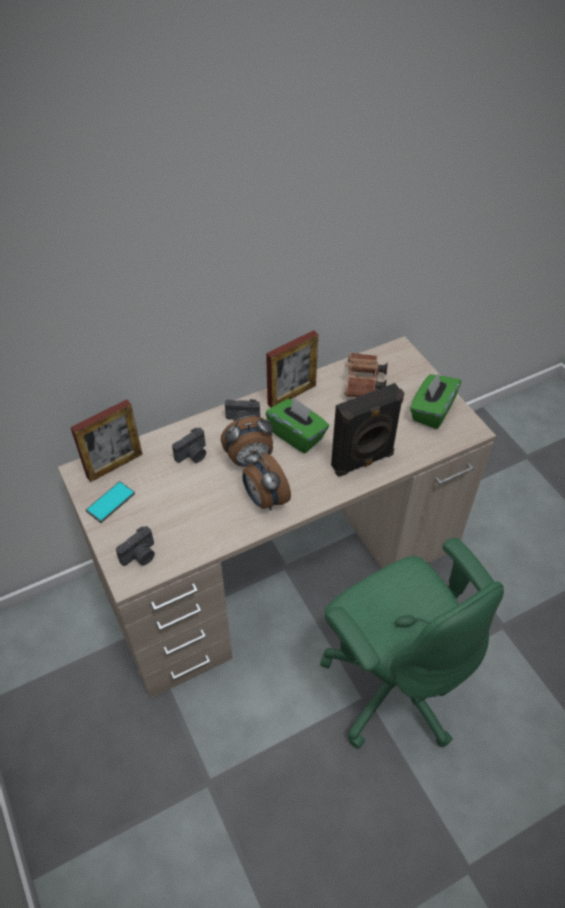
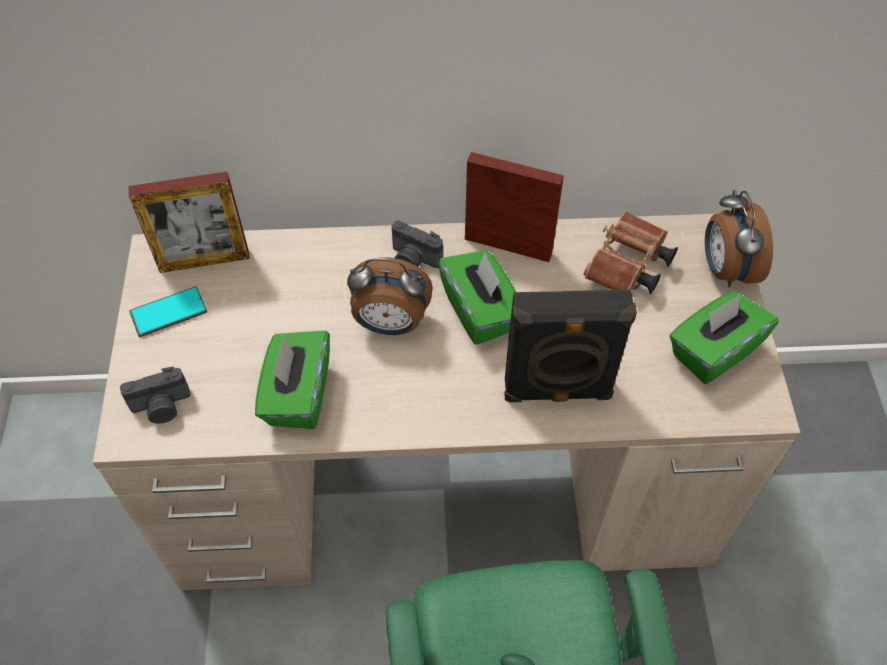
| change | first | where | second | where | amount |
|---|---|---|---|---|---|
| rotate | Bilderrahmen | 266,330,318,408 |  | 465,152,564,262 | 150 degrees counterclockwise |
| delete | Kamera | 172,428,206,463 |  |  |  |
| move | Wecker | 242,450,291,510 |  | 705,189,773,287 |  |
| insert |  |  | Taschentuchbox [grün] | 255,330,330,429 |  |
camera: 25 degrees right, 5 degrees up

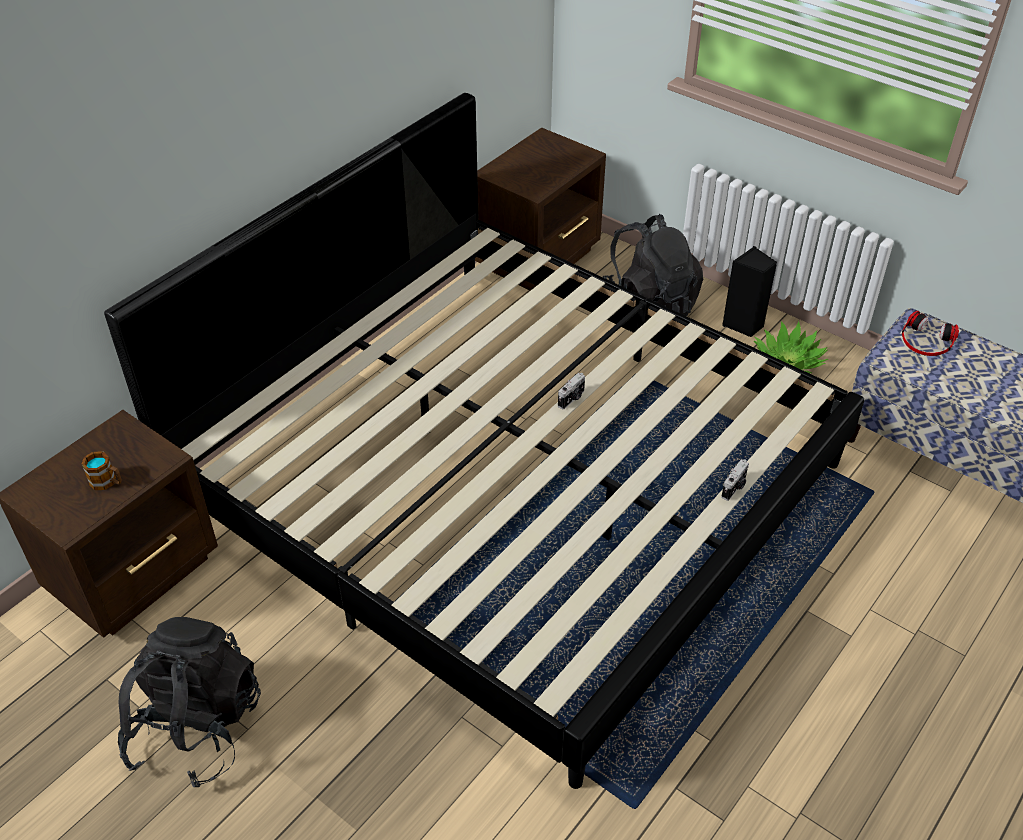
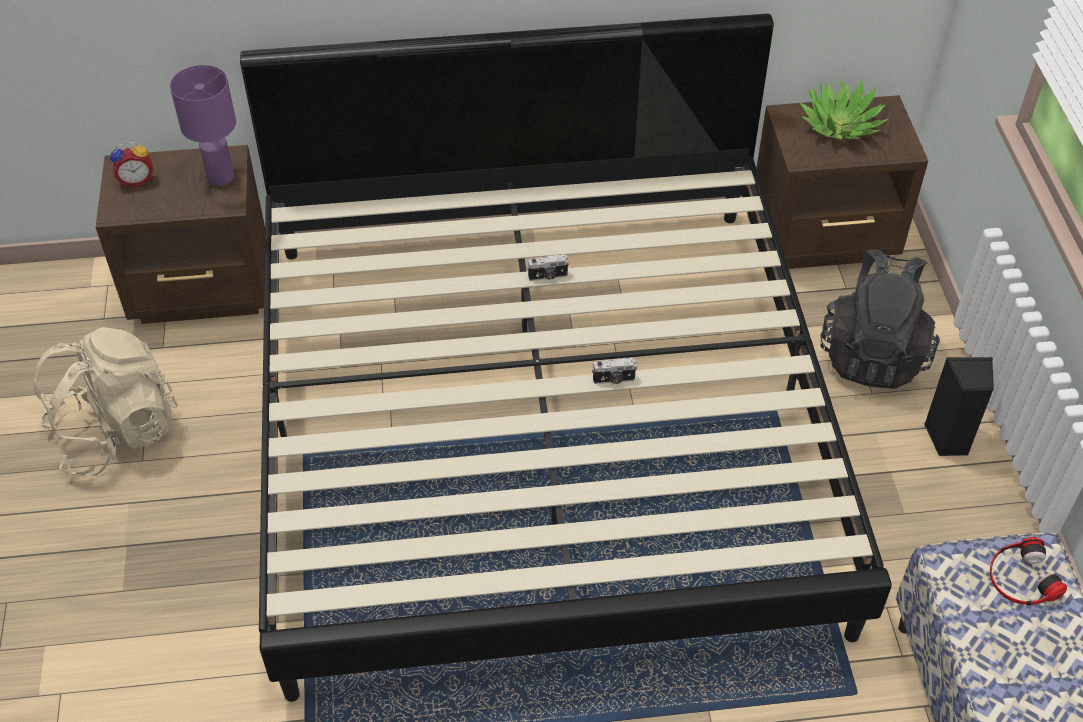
| change | first | where | second | where | amount |
|---|---|---|---|---|---|
| move | Topfpflanze | 754,321,828,373 |  | 799,79,889,140 |  |
| delete | Henkelbecher | 81,452,122,490 |  |  |  |
| move | Kamera | 721,459,749,501 |  | 527,254,569,281 |  |
| recolor | Rucksack [schwarz] | 118,617,261,787 | Rucksack [beige] | 33,327,178,476 |  |
| insert |  |  | Tischlampe [lila] | 170,65,236,186 |  |
| insert |  |  | Wecker | 110,142,153,187 |  |
camera: 45 degrees right, 5 degrees up

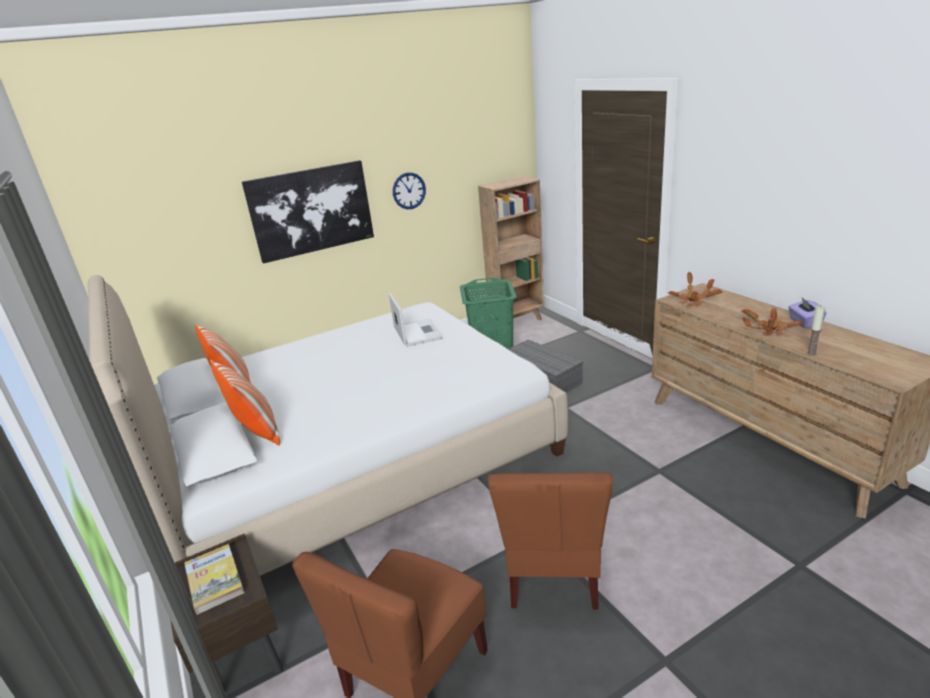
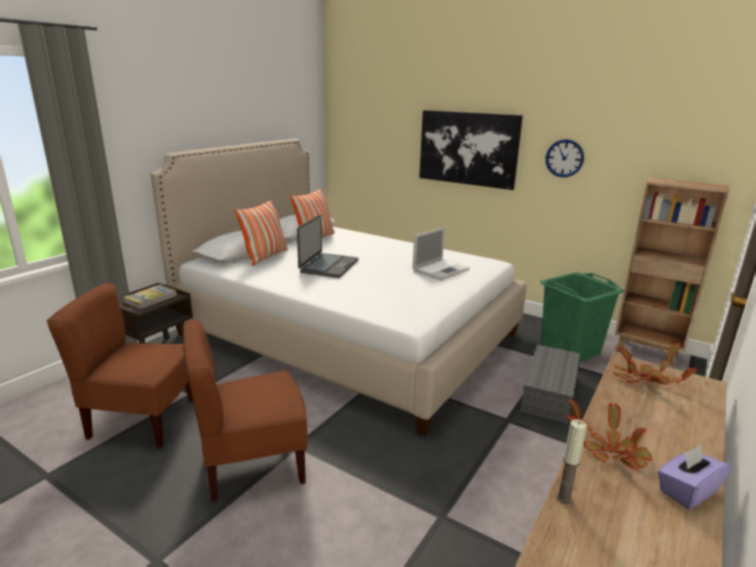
| change | first | where | second | where | amount |
|---|---|---|---|---|---|
| insert |  |  | Laptop | 297,215,358,278 |  |
camera: 60 degrees right, 5 degrees down

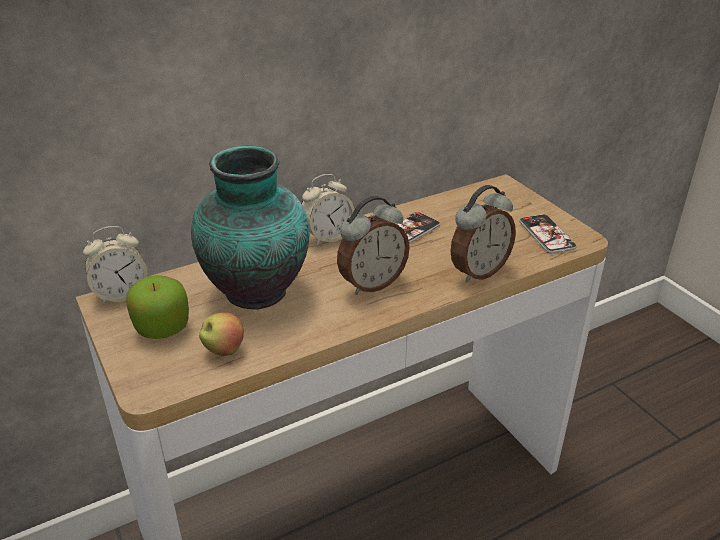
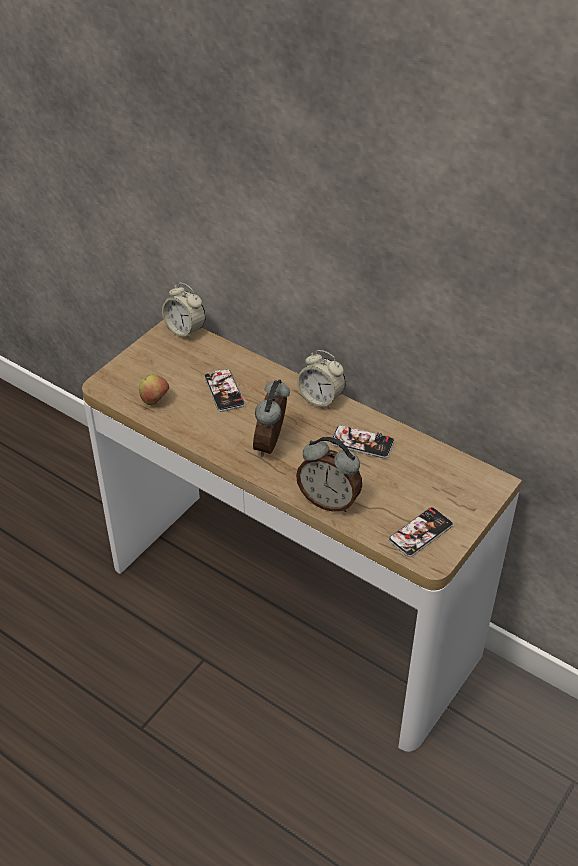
| change | first | where | second | where | amount |
|---|---|---|---|---|---|
| replace | Vase | 191,145,309,310 | Handy | 204,369,245,412 |  |
| rotate | Wecker | 337,196,410,295 |  | 253,379,290,457 | 75 degrees clockwise |
| delete | Apfel | 126,275,189,339 |  |  |  |
camera: 65 degrees right, 10 degrees up

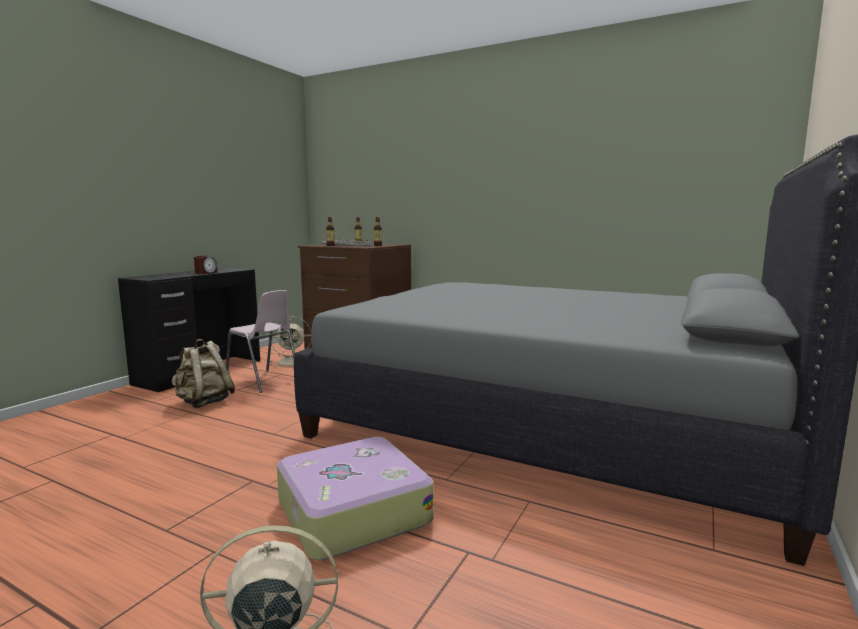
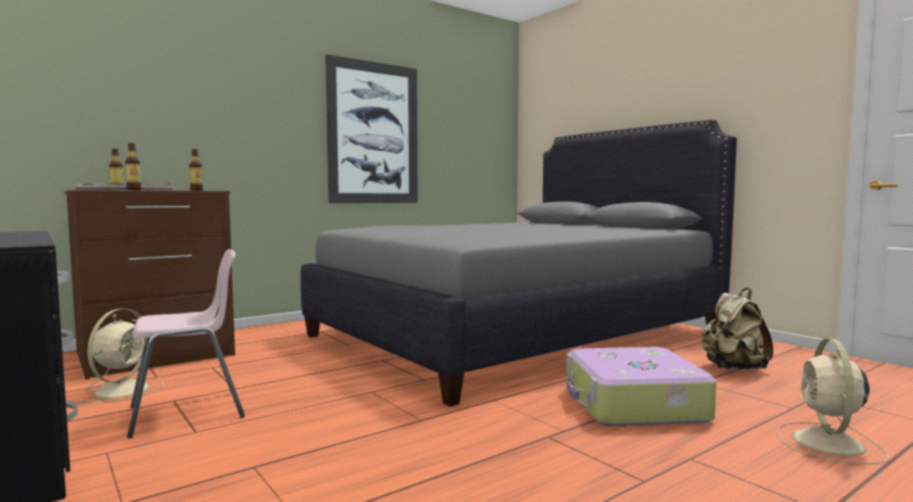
| change | first | where | second | where | amount |
|---|---|---|---|---|---|
| delete | Wecker | 194,255,218,274 |  |  |  |
| move | Rucksack [beige] | 172,339,235,408 |  | 702,288,773,370 |  |
| insert |  |  | Bild | 325,54,418,203 |  |
camera: 65 degrees left, 5 degrees down

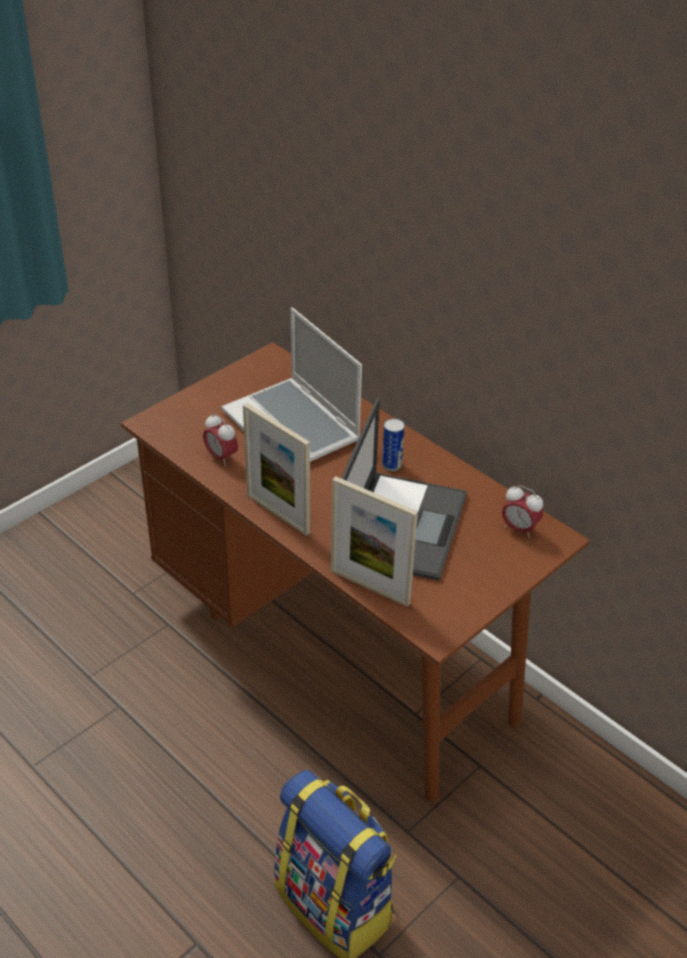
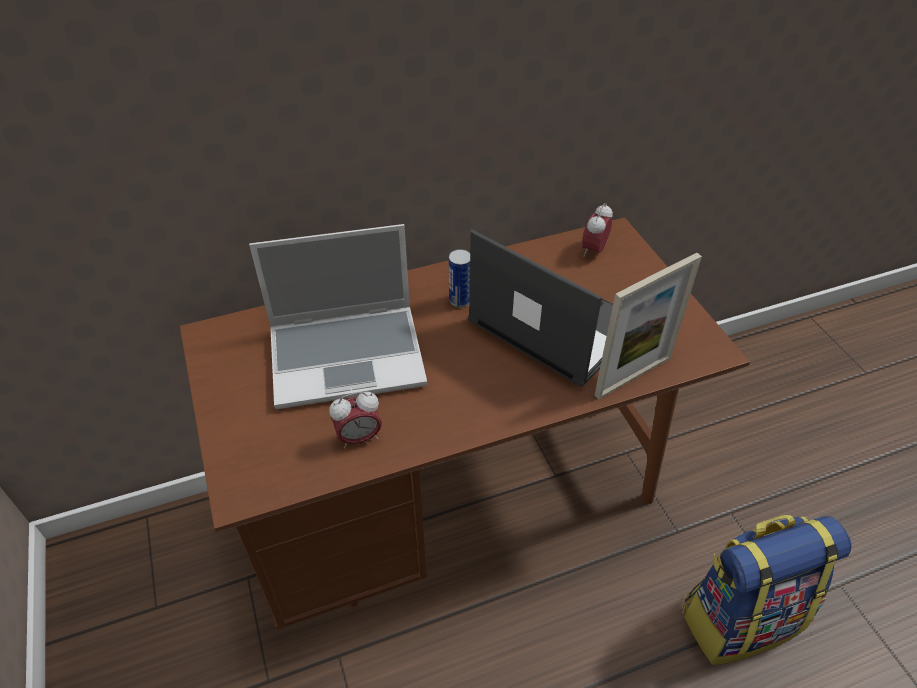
| change | first | where | second | where | amount |
|---|---|---|---|---|---|
| delete | Bilderrahmen | 243,403,310,536 |  |  |  |
| rotate | Wecker | 502,485,543,538 |  | 582,203,613,257 | 150 degrees clockwise |
camera: 65 degrees left, 5 degrees up

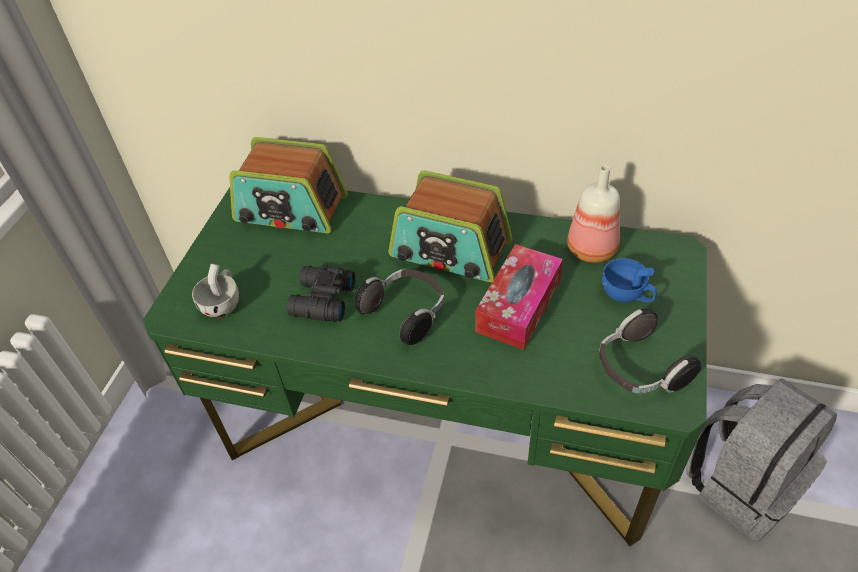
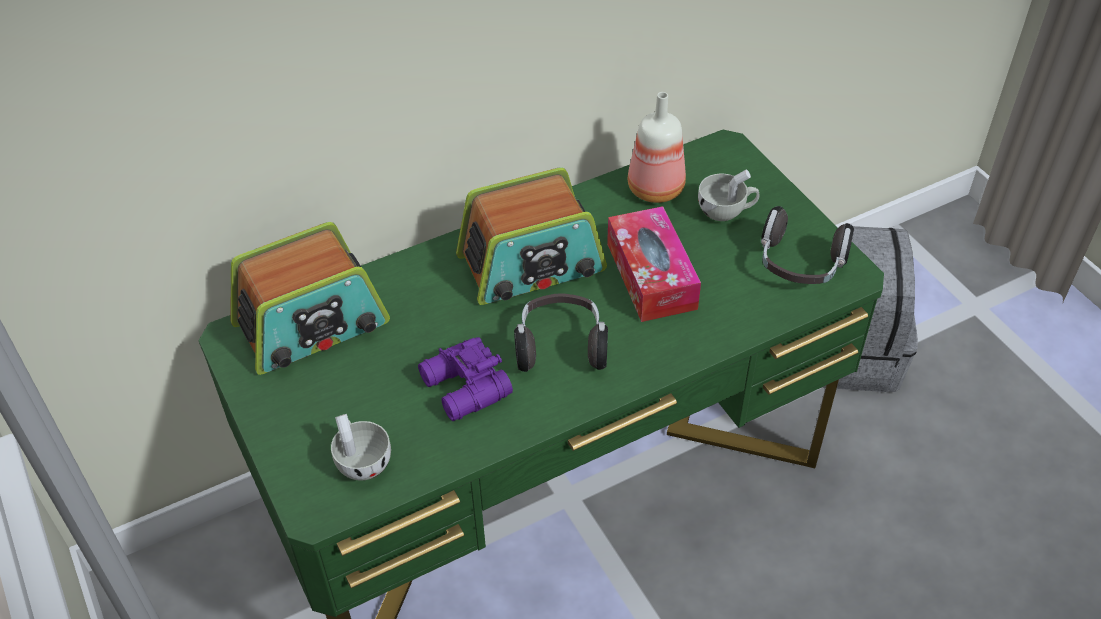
| change | first | where | second | where | amount |
|---|---|---|---|---|---|
| recolor | Tasse [blau] | 602,258,657,303 | Tasse [weiß] | 698,170,760,221 |  |
| recolor | Fernglas [schwarz] | 287,265,355,322 | Fernglas [lila] | 418,337,513,421 |  |
camera: 45 degrees left, 0 degrees up

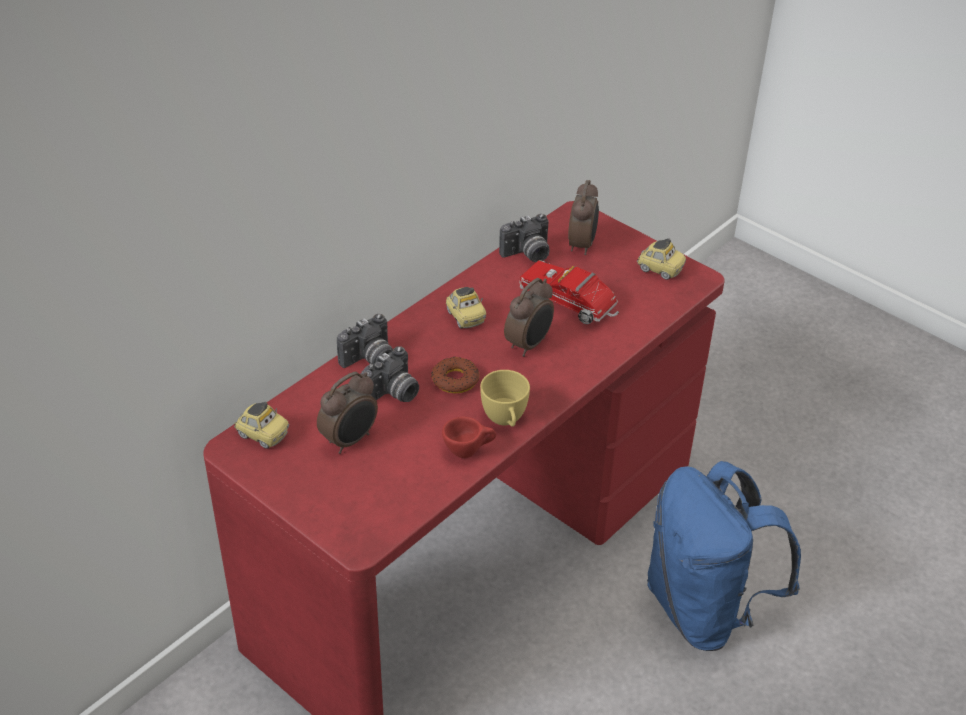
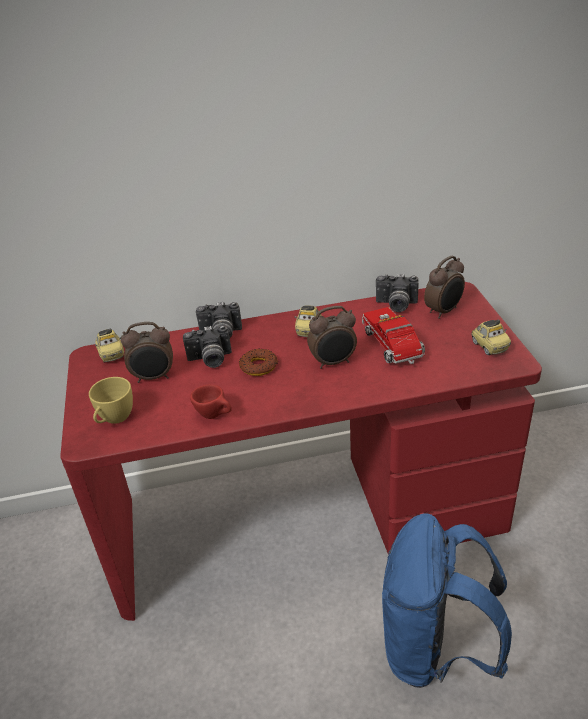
| change | first | where | second | where | amount |
|---|---|---|---|---|---|
| move | Tasse [gelb] | 480,370,530,427 |  | 89,377,133,424 |  |
camera: 40 degrees right, 5 degrees down

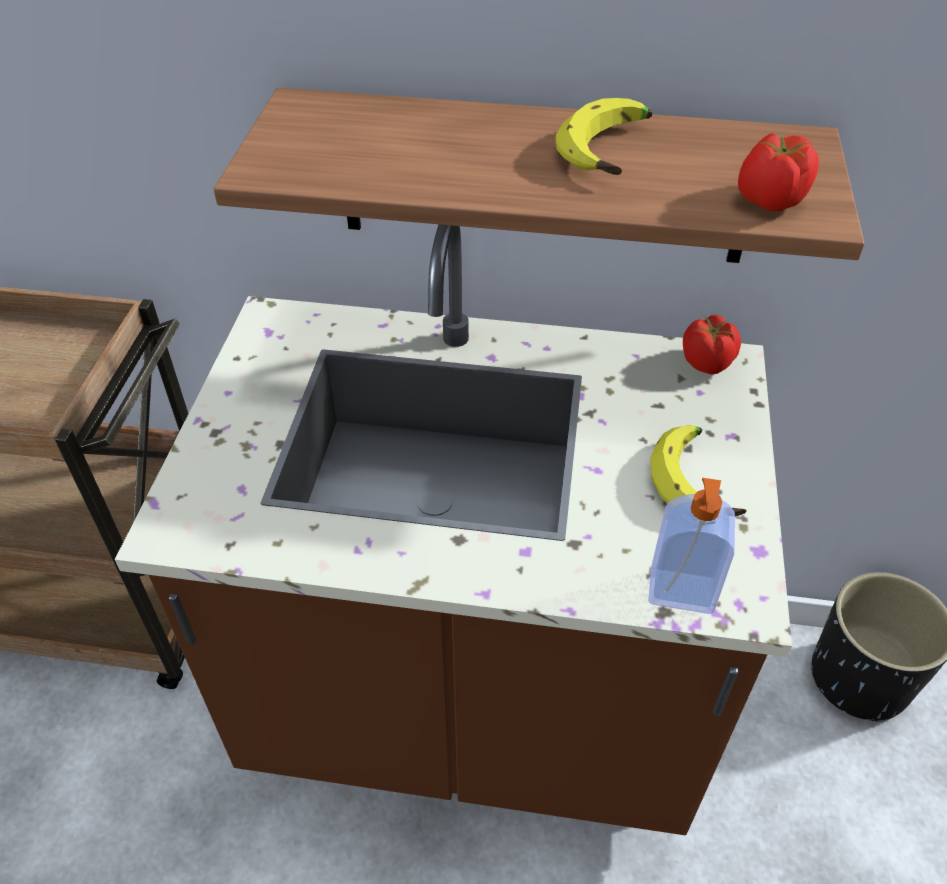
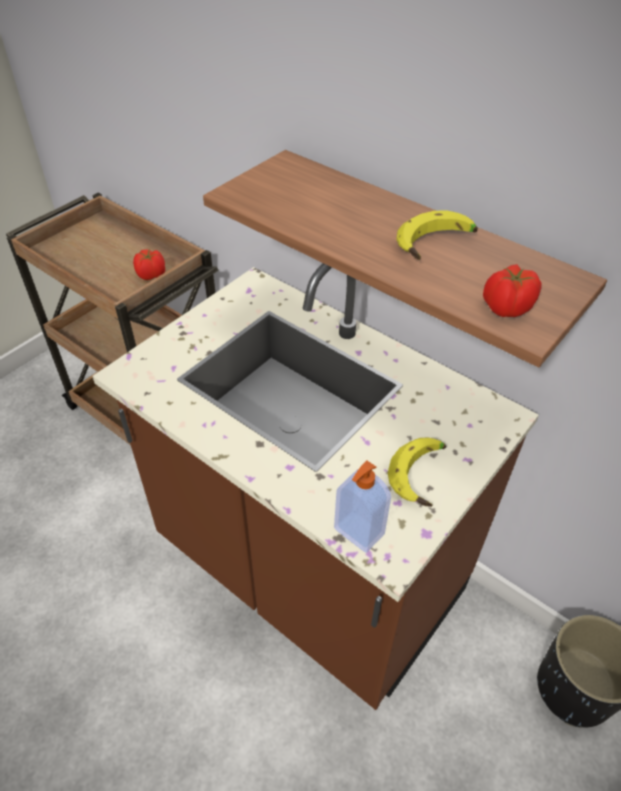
| change | first | where | second | where | amount |
|---|---|---|---|---|---|
| move | Tomate | 683,315,741,375 |  | 133,249,165,280 |  |
camera: 30 degrees right, 0 degrees up

